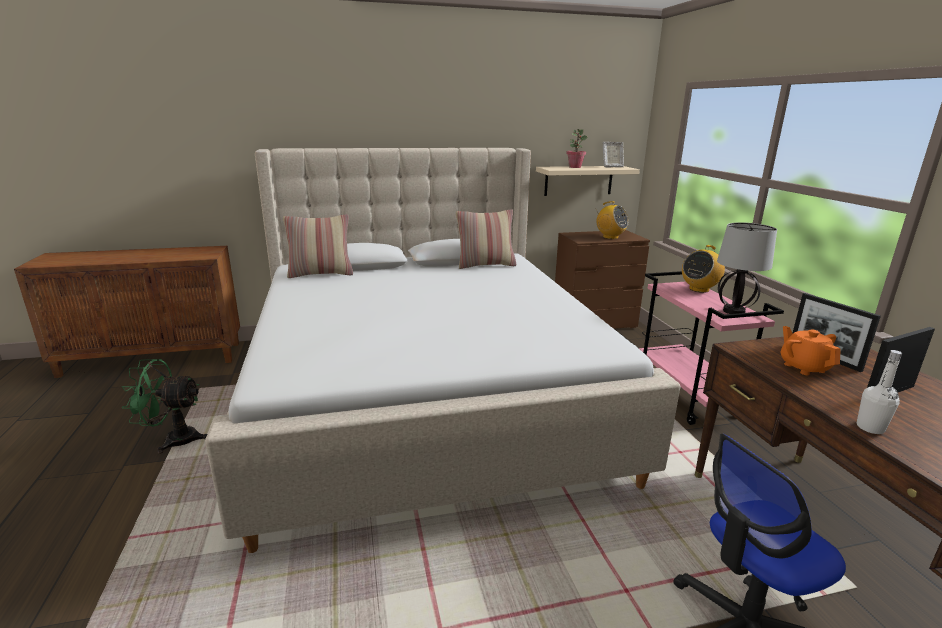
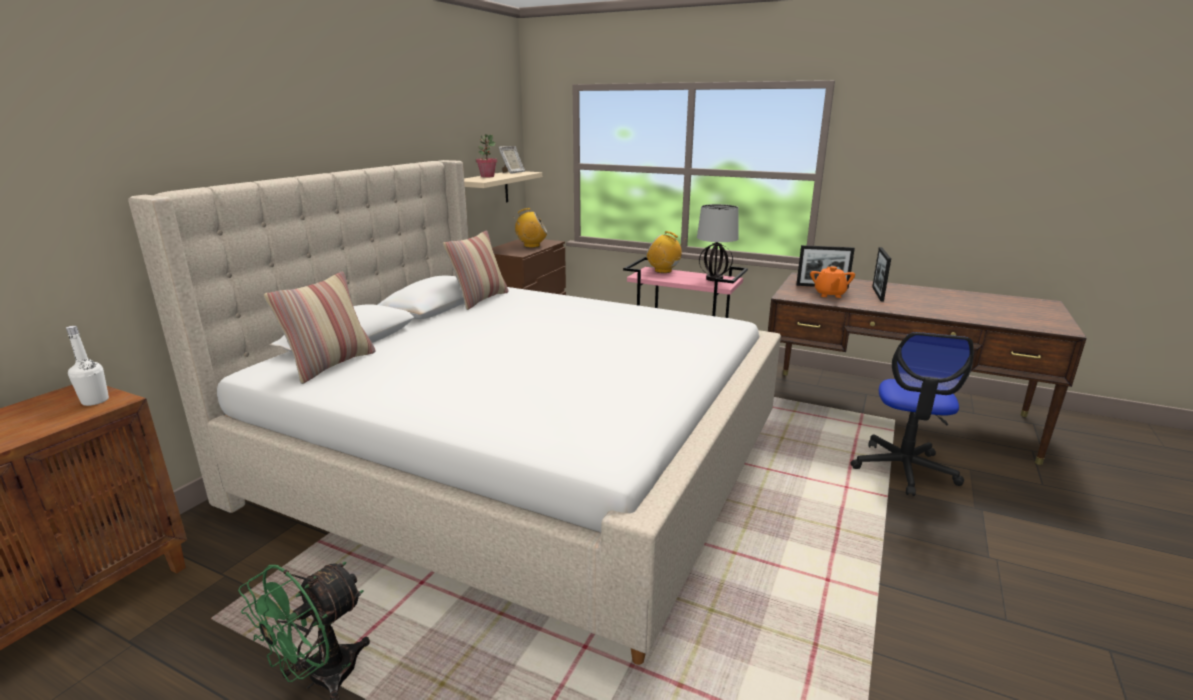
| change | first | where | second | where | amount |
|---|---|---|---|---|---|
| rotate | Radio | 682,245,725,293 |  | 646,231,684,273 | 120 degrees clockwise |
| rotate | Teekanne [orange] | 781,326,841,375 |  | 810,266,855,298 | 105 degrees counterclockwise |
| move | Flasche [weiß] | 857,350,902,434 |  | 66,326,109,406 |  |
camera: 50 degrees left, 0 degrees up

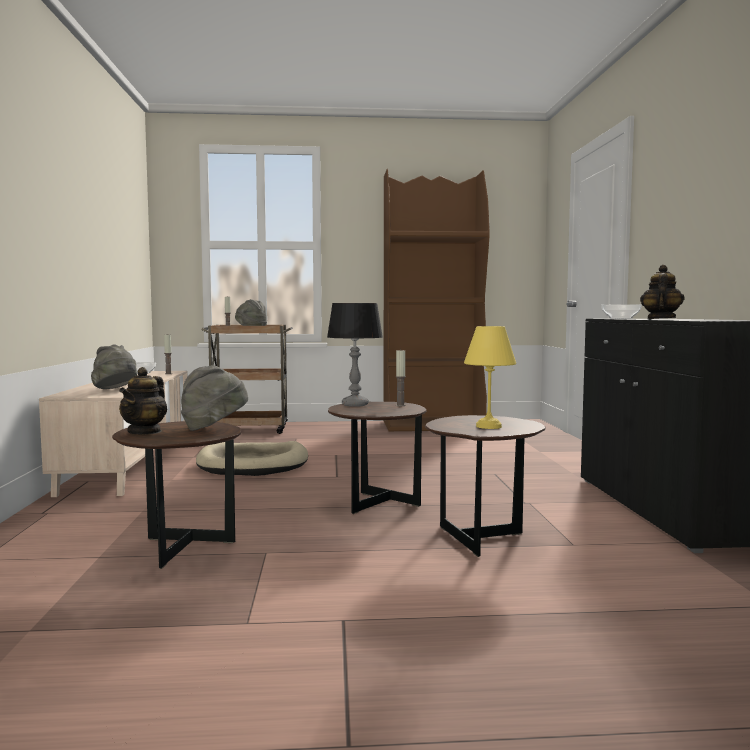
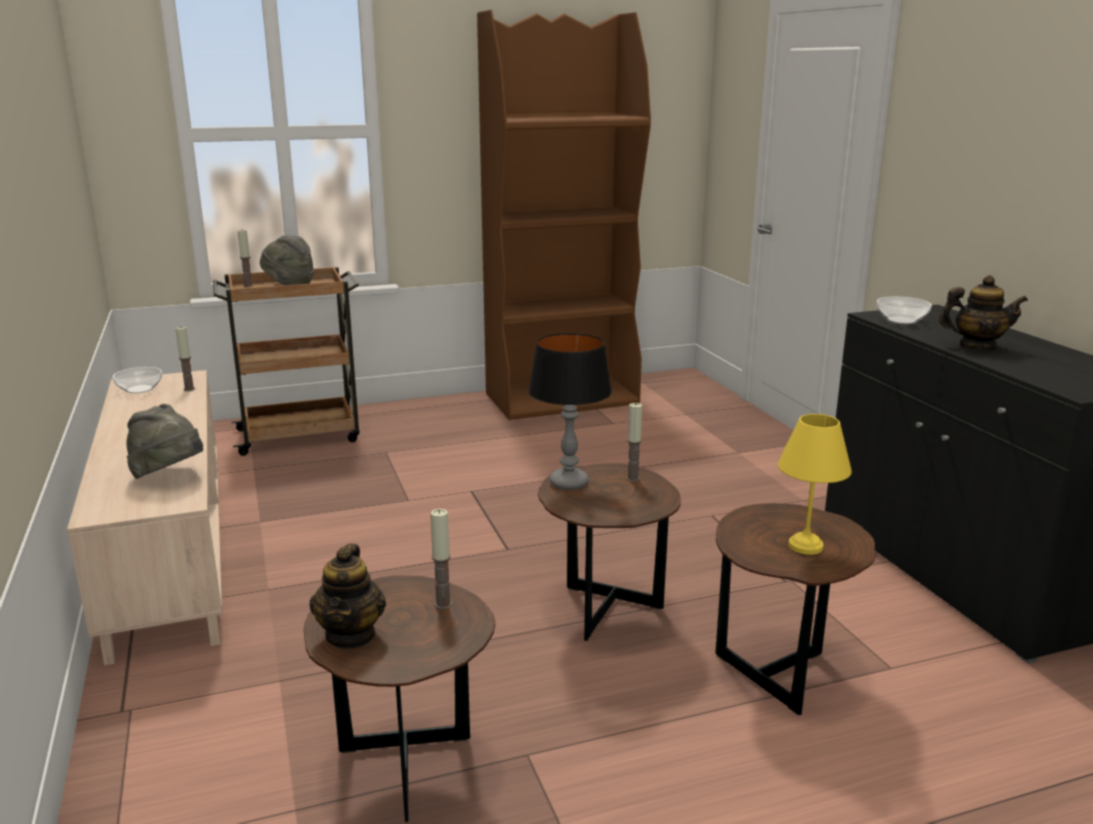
| change | first | where | second | where | amount |
|---|---|---|---|---|---|
| rotate | Teekanne | 640,265,685,319 |  | 939,275,1028,350 | 90 degrees clockwise |
| replace | Hut [grau] | 181,365,248,431 | Kerze | 431,509,452,610 |  |
| delete | Hundebett [beige] | 196,441,308,476 |  |  |  |
camera: 15 degrees left, 15 degrees up

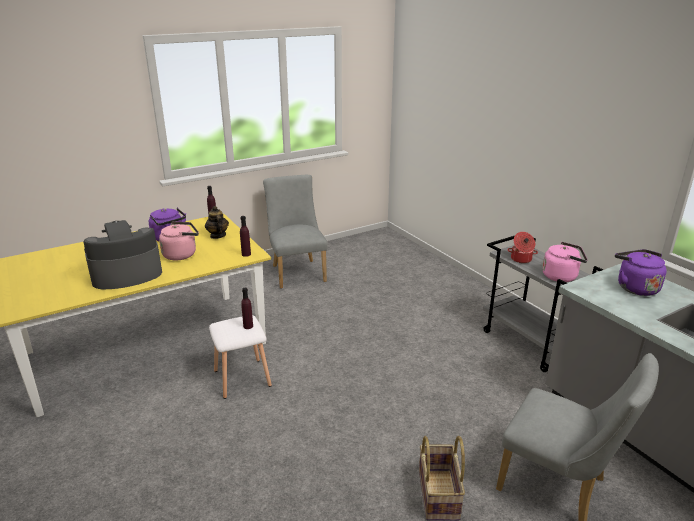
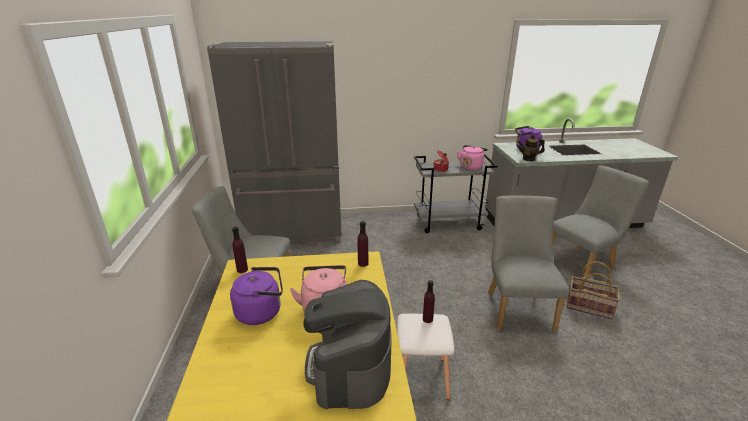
| change | first | where | second | where | amount |
|---|---|---|---|---|---|
| move | Teekanne | 205,206,229,239 |  | 518,135,545,161 |  |
| insert |  |  | Kühlschrank [grau] | 207,41,341,243 |  |
| insert |  |  | Stuhl [grau] | 488,196,570,333 |  |
camera: 65 degrees left, 0 degrees up

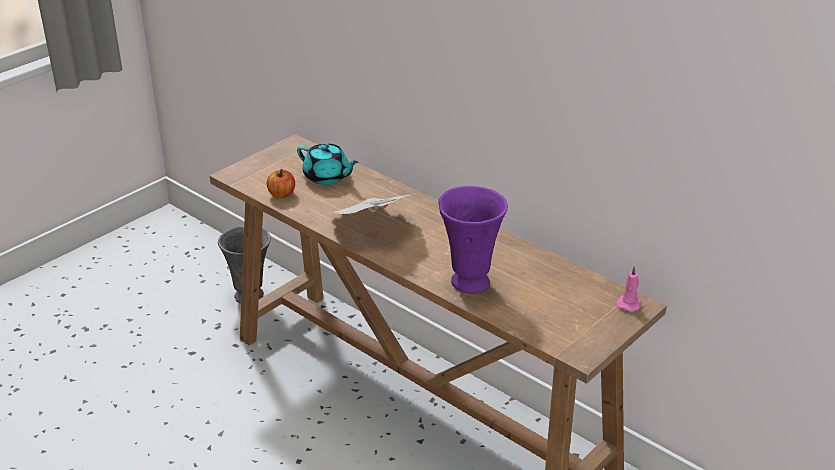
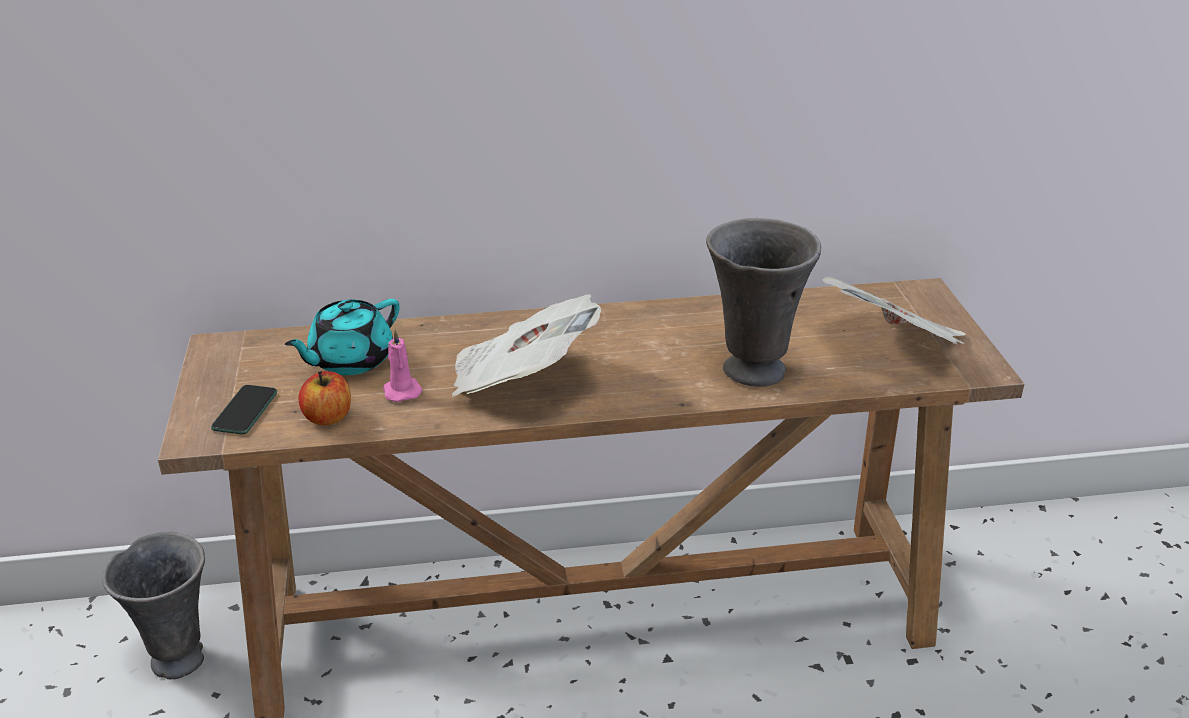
| change | first | where | second | where | amount |
|---|---|---|---|---|---|
| rotate | Teekanne [türkis] | 297,143,359,185 |  | 285,299,400,375 | 150 degrees clockwise |
| recolor | Vase [lila] | 439,186,508,294 | Vase [grau] | 706,218,821,387 |  |
| move | Kerze [rosa] | 616,266,642,312 |  | 383,329,422,402 |  |
| insert |  |  | Zeitung | 822,277,966,344 |  |
| insert |  |  | Handy | 211,385,277,434 |  |
camera: 50 degrees left, 0 degrees up

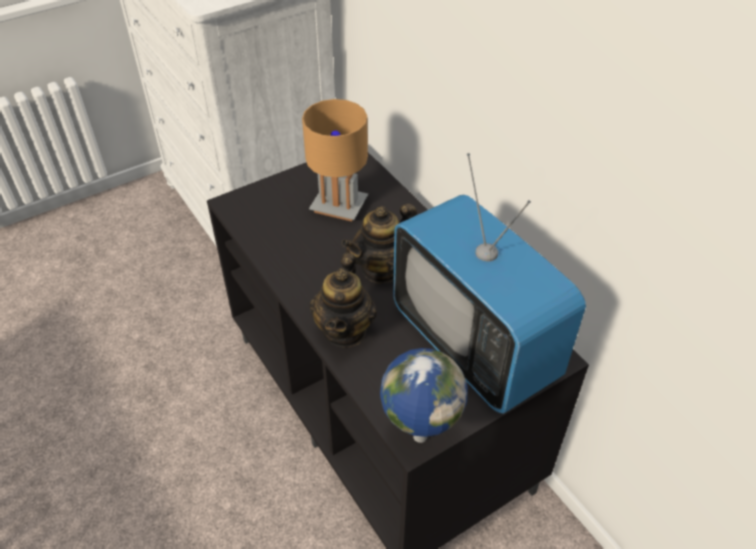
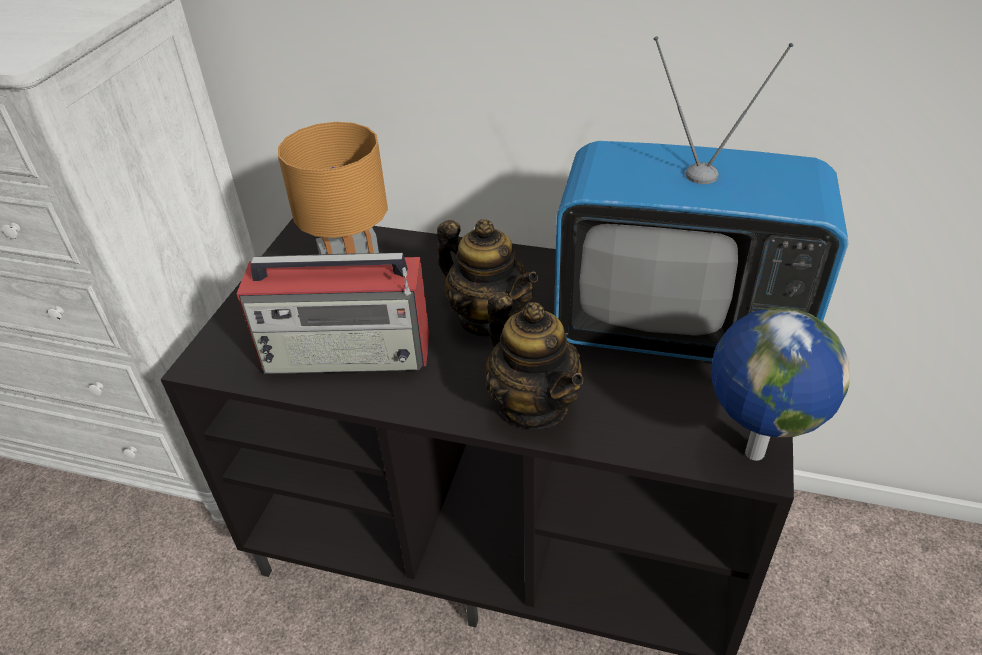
| change | first | where | second | where | amount |
|---|---|---|---|---|---|
| rotate | Teekanne | 342,204,417,284 |  | 437,219,538,336 | 60 degrees counterclockwise |
| insert |  |  | Radio | 237,253,429,374 |  |
camera: 40 degrees left, 5 degrees down

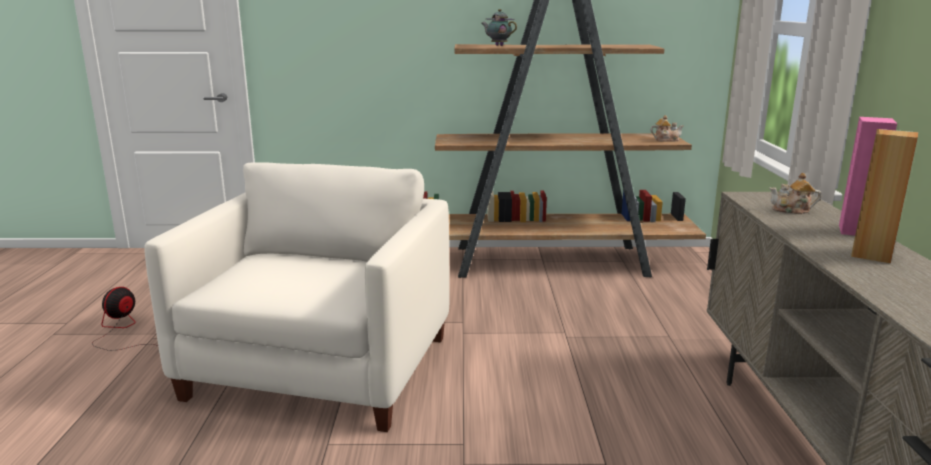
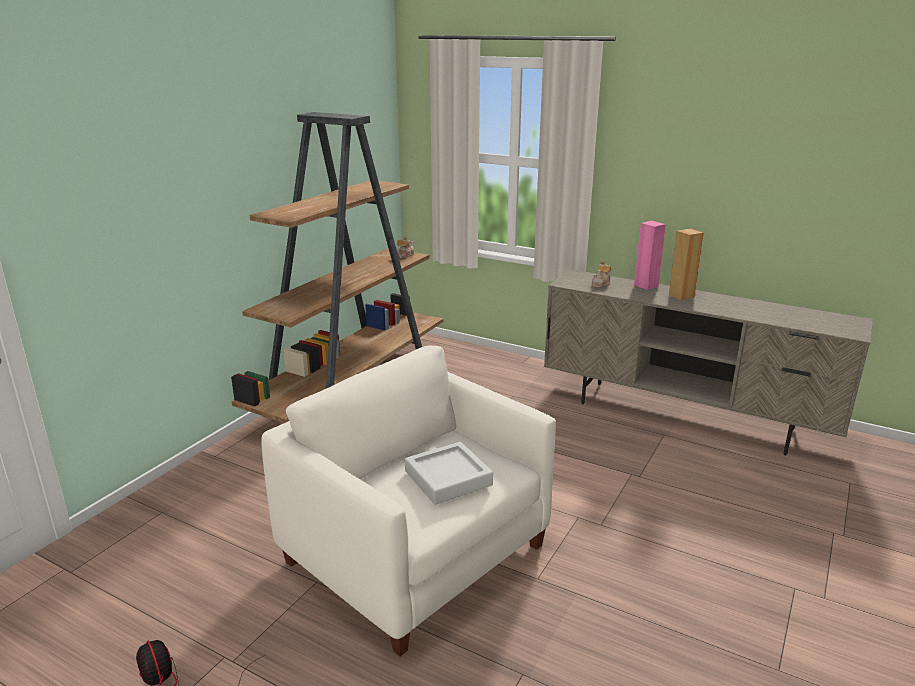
| change | first | where | second | where | amount |
|---|---|---|---|---|---|
| delete | Teekanne | 481,9,517,46 |  |  |  |
| insert |  |  | Tablett [grau] | 405,442,493,505 |  |
camera: 60 degrees left, 5 degrees up

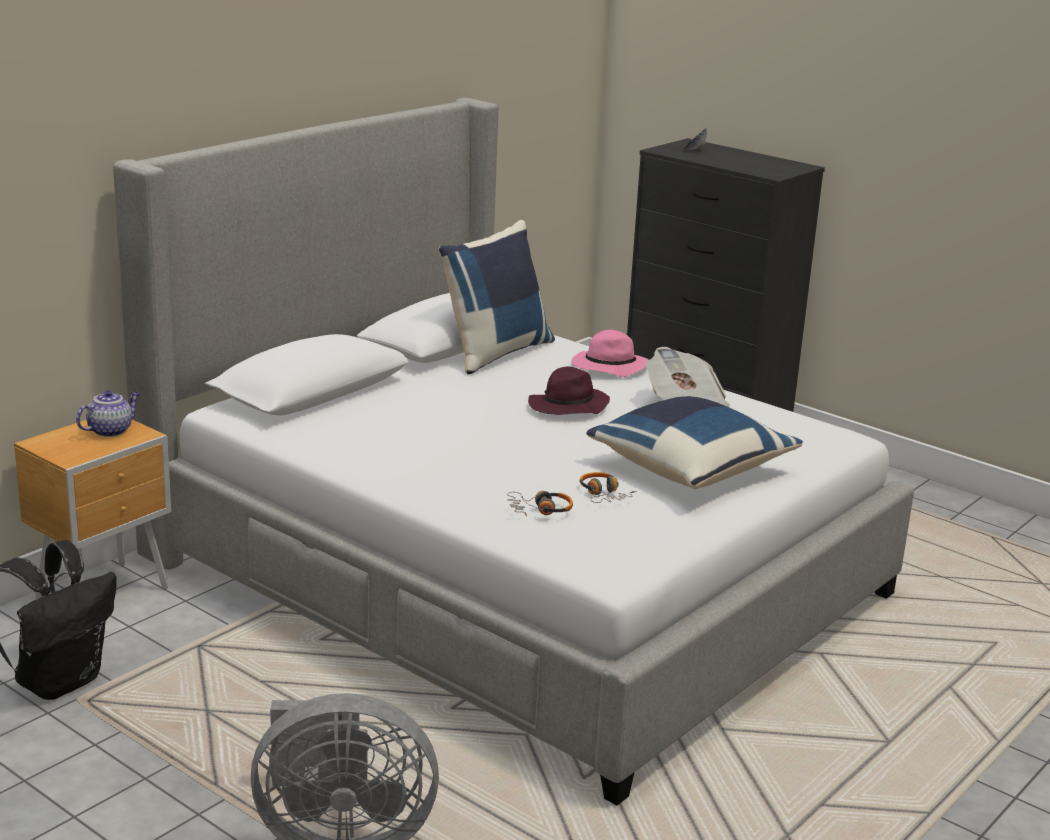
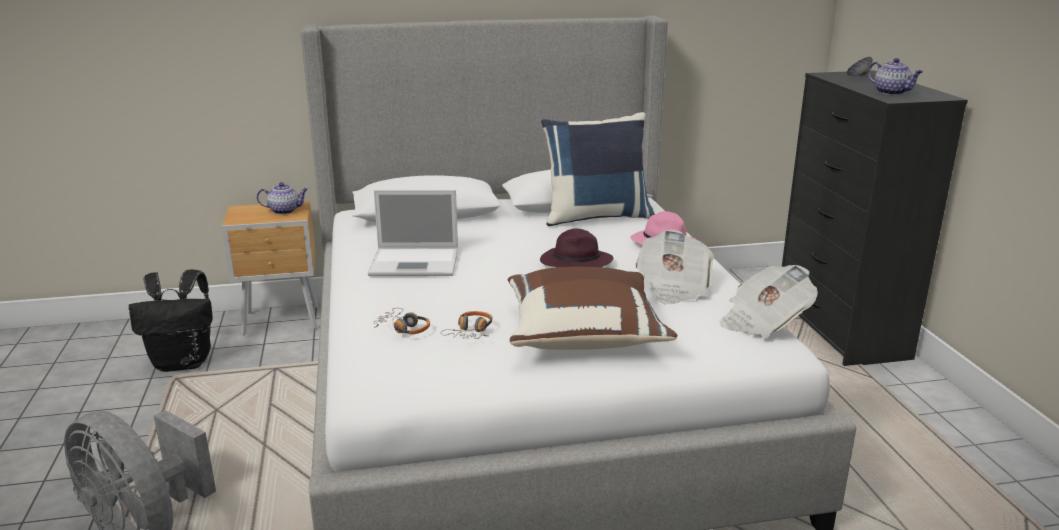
| change | first | where | second | where | amount |
|---|---|---|---|---|---|
| recolor | Kissen [blau] | 587,395,803,489 | Kissen [braun] | 508,267,678,350 |  |
| insert |  |  | Teekanne | 867,58,923,95 |  |
| insert |  |  | Laptop | 368,190,458,276 |  |
| insert |  |  | Zeitung | 720,265,818,338 |  |
camera: 40 degrees right, 0 degrees up

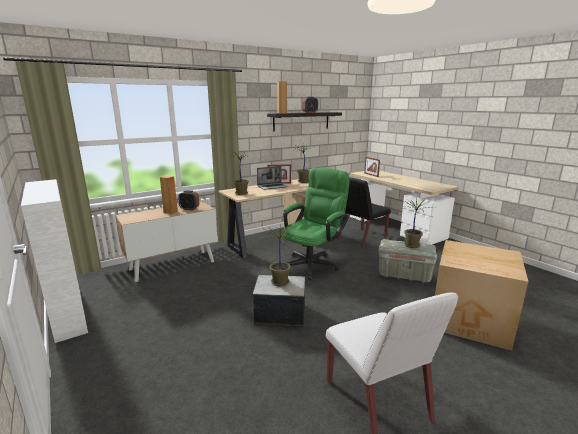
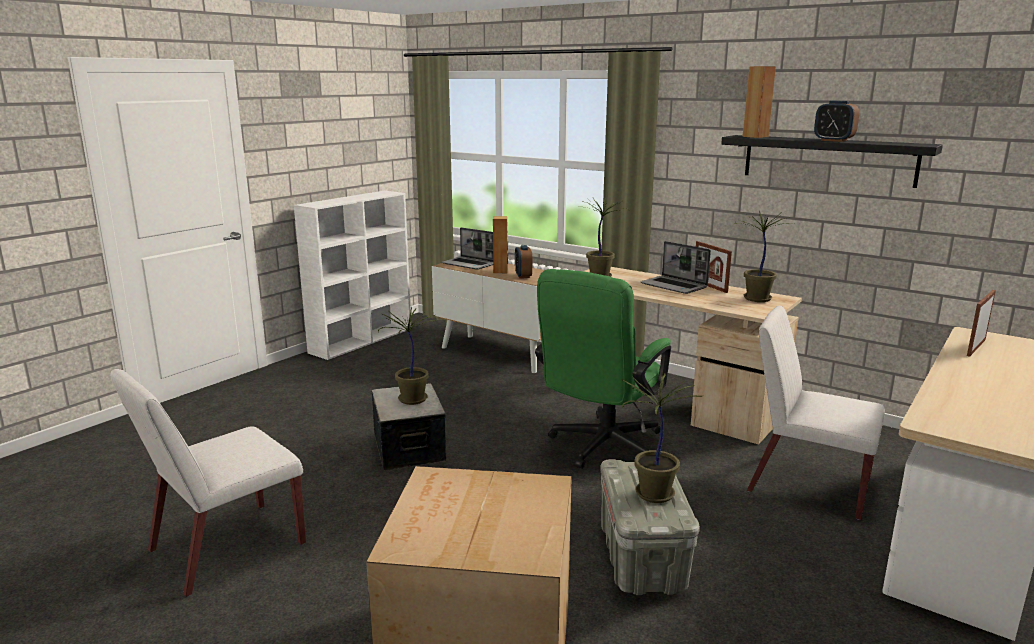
| change | first | where | second | where | amount |
|---|---|---|---|---|---|
| rotate | Bürostuhl [grün] | 283,168,350,280 |  | 535,269,671,469 | 105 degrees clockwise |
| recolor | Stuhl [schwarz] | 338,177,391,247 | Stuhl [weiß] | 747,306,885,520 |  |
| insert |  |  | Laptop | 442,227,493,270 |  |
camera: 70 degrees right, 0 degrees up

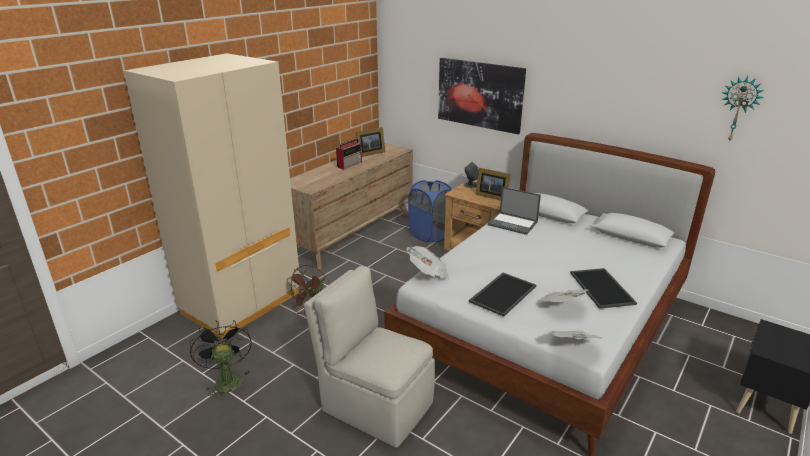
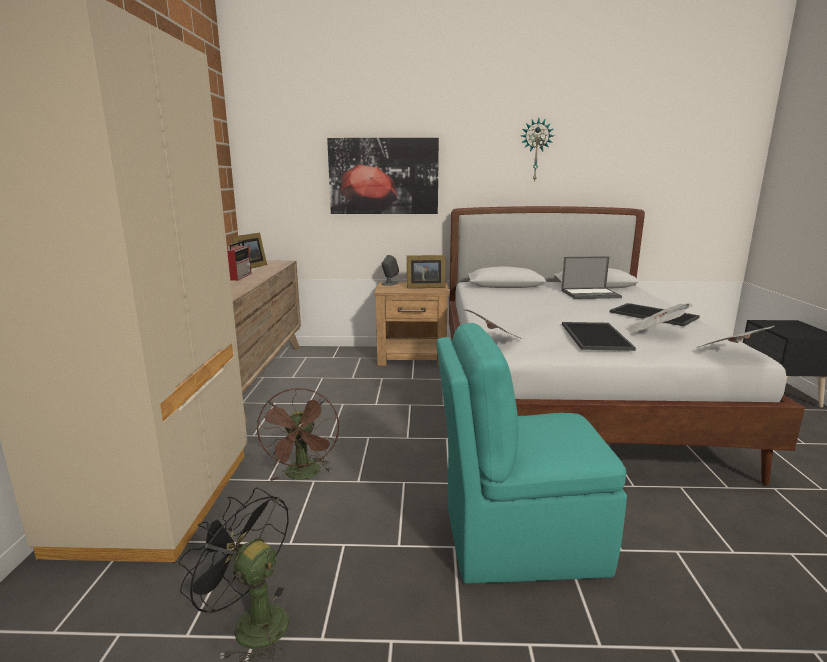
| change | first | where | second | where | amount |
|---|---|---|---|---|---|
| move | Wanduhr | 721,76,764,142 |  | 521,118,554,182 |  |
| delete | Wäschekorb [blau] | 408,180,452,243 |  |  |  |
| move | Laptop | 488,187,541,235 |  | 561,256,622,299 |  |
| recolor | Stuhl [beige] | 304,266,435,448 | Stuhl [türkis] | 436,323,627,584 |  |
camera: 35 degrees left, 10 degrees down

